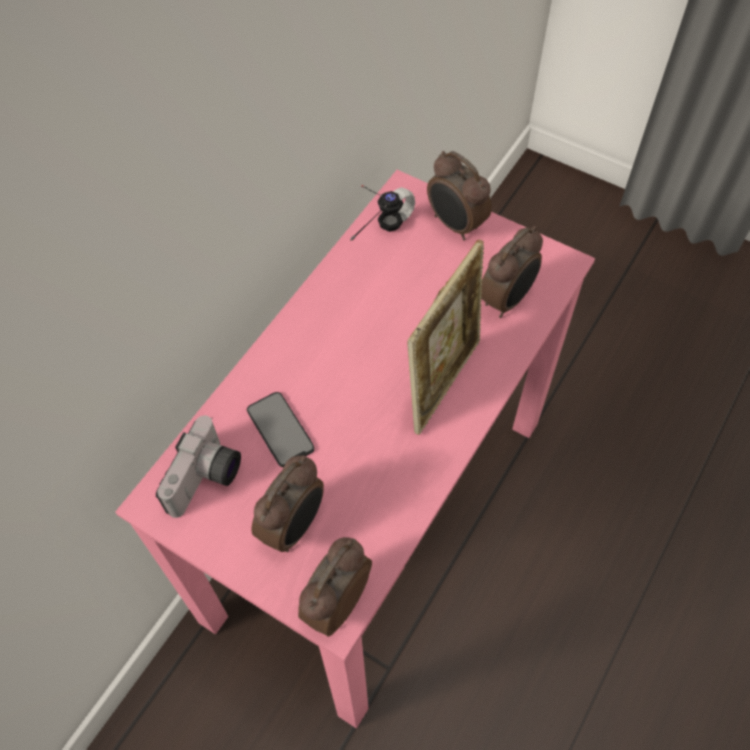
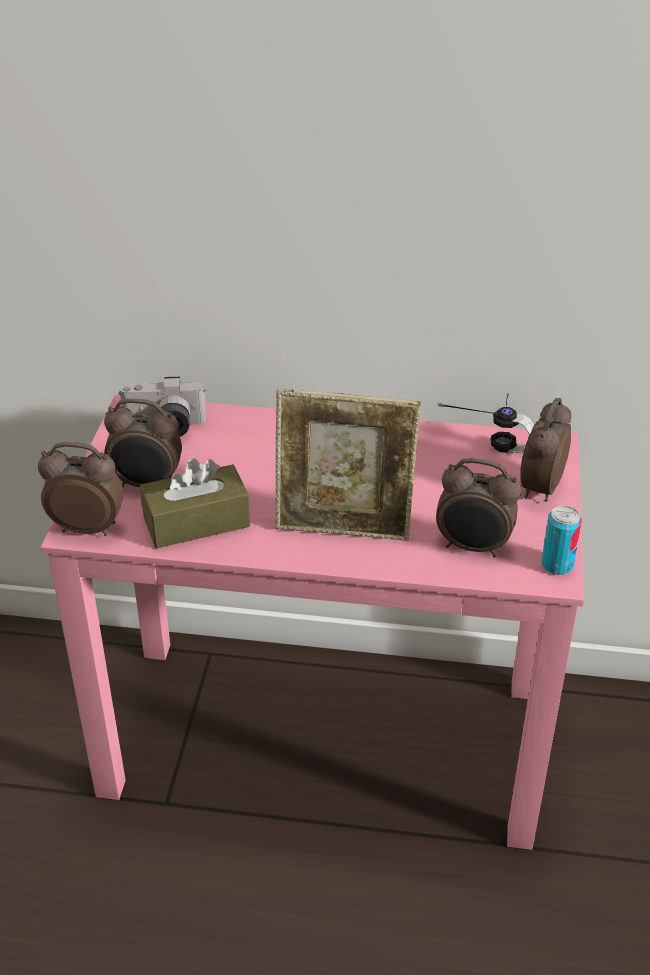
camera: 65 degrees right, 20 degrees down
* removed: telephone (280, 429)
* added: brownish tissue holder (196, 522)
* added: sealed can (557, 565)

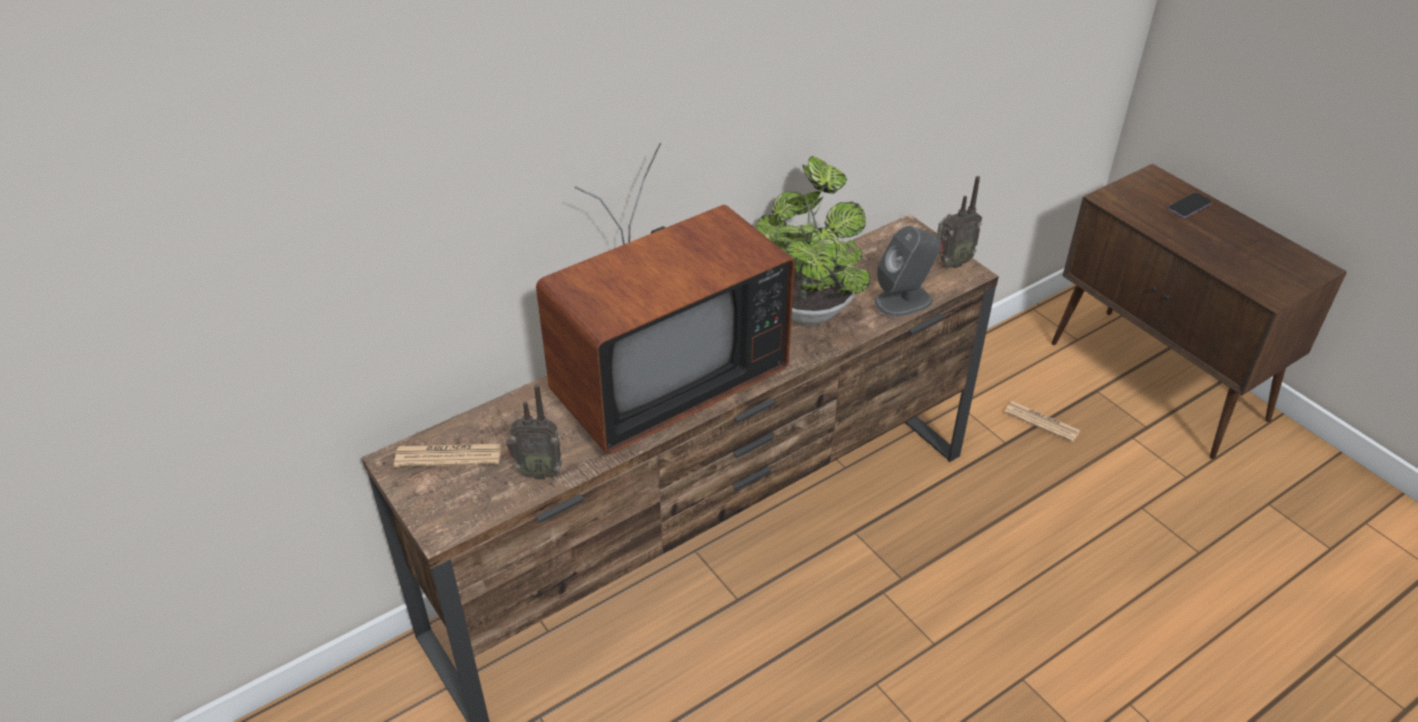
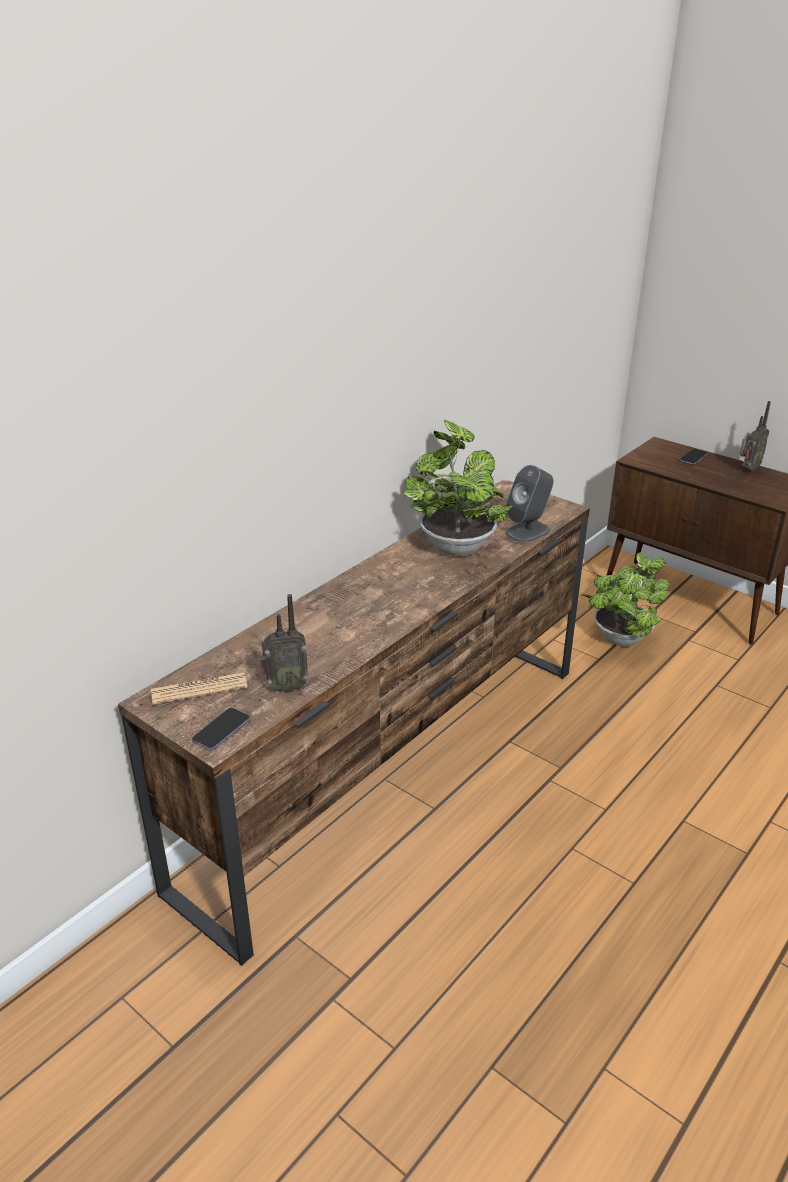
camera: 15 degrees left, 10 degrees down
* removed: television (658, 380)
* moved: radio set (951, 263) to (747, 469)
* replaced: daily paper (1041, 422) to houseplant (619, 640)
* added: telephone (221, 730)

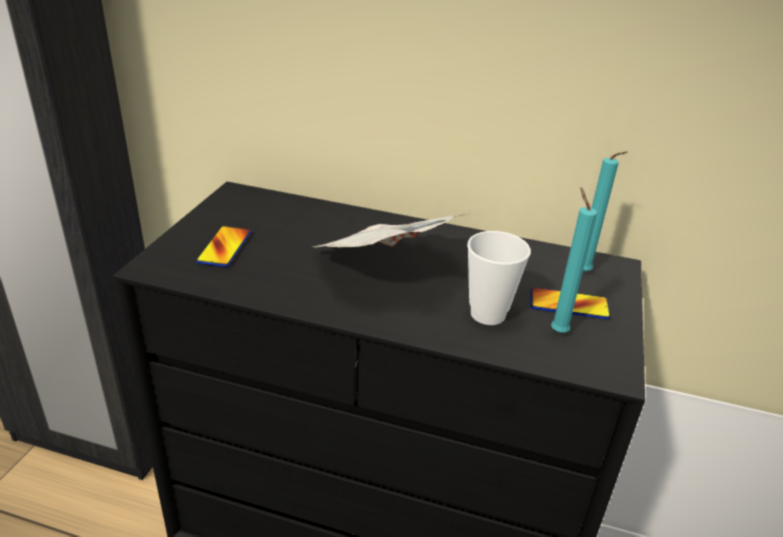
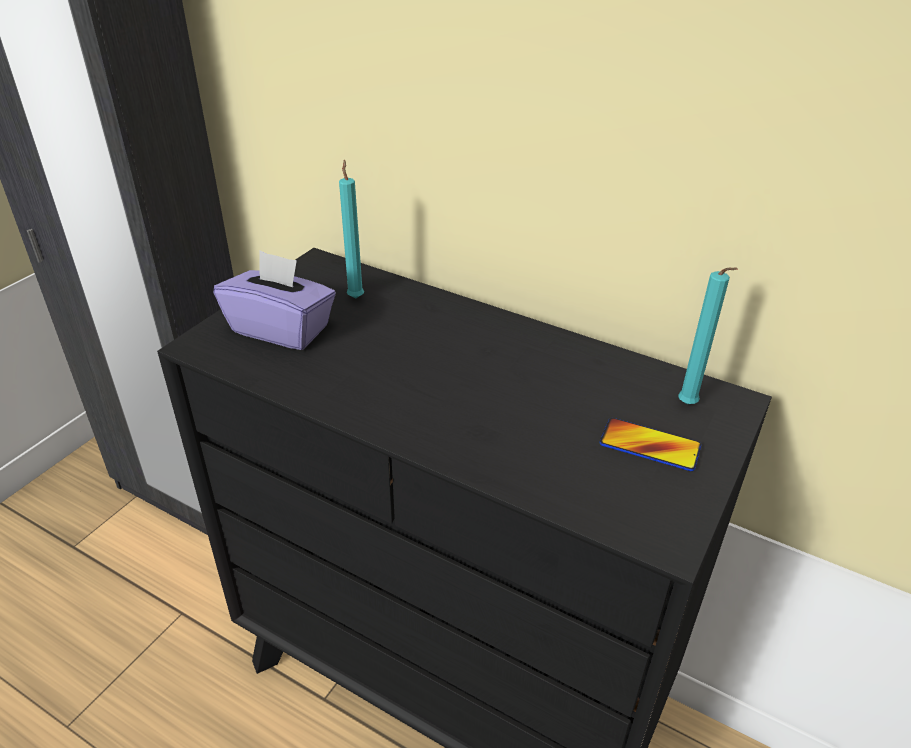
camera: 15 degrees right, 5 degrees up
* replaced: telephone (224, 247) to purplish tissue holder (281, 329)
* removed: daily paper (385, 266)
* removed: small cup (487, 314)
* moved: turquoise wax light (557, 330) to (355, 296)

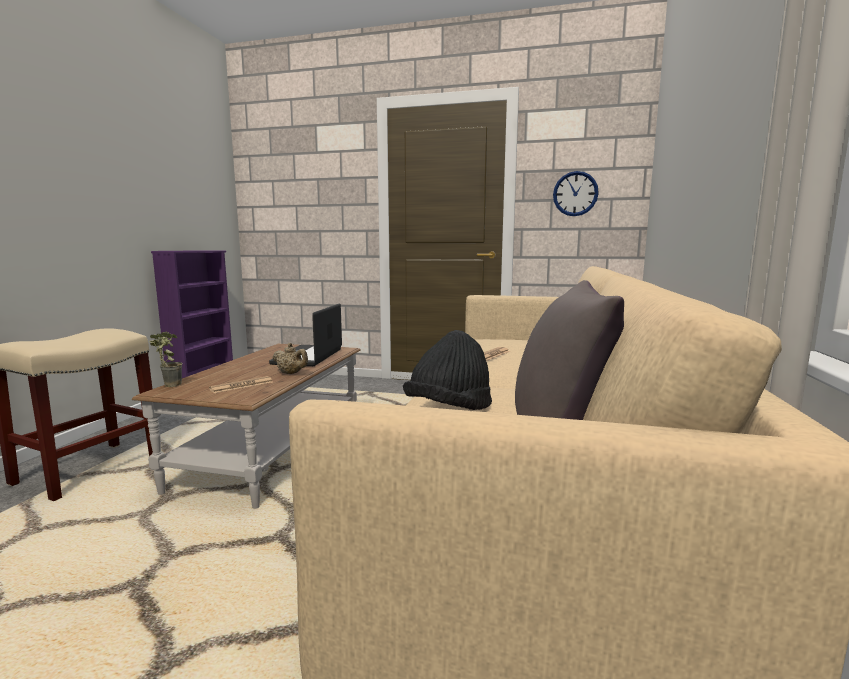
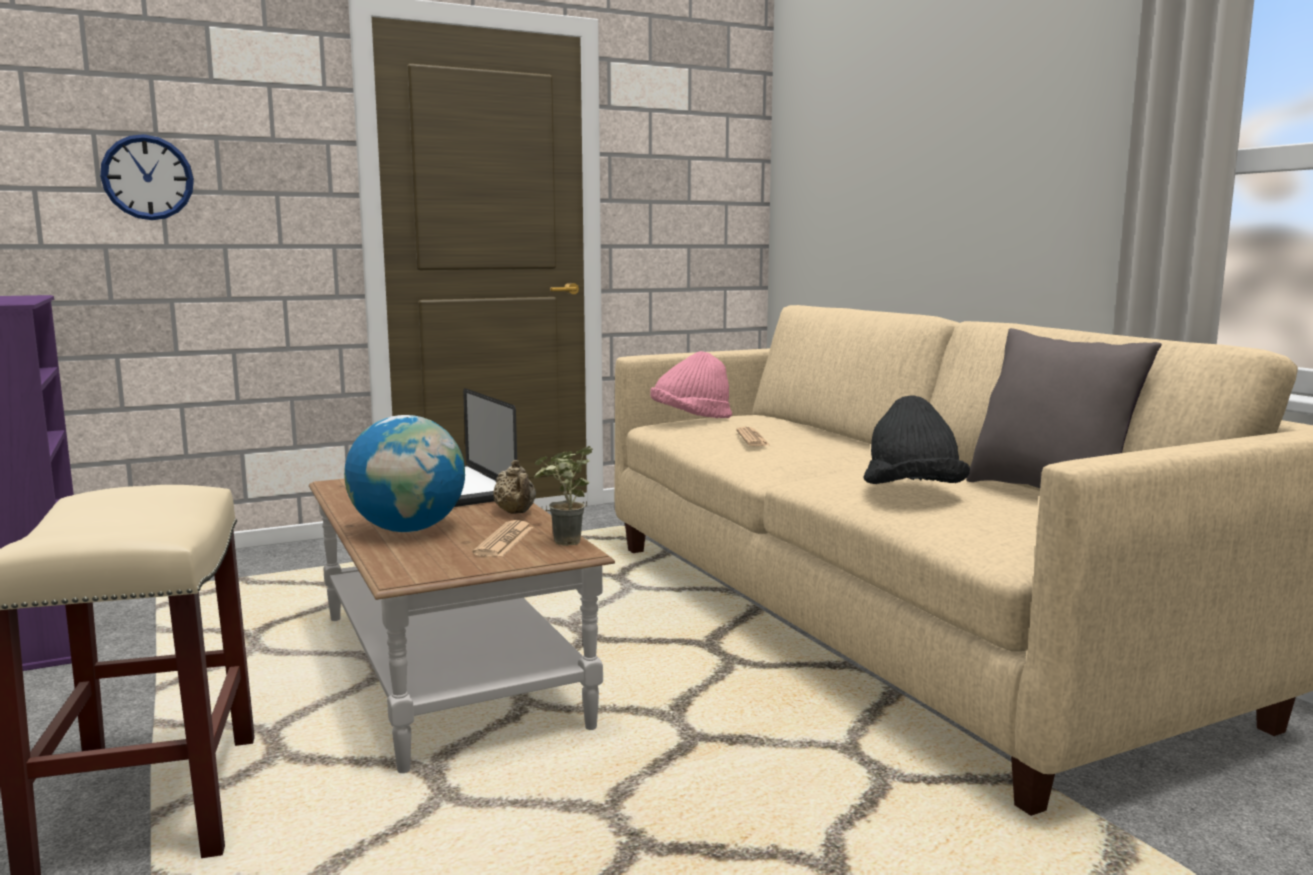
camera: 40 degrees left, 0 degrees up
* moved: houseplant (167, 385) to (562, 544)
* turned: sand-coloured teapot (291, 373) = (516, 513) 75 degrees clockwise
* moved: hanging clock (575, 194) to (147, 177)
* added: world globe (408, 529)
* added: pink-coloured wearable hat (691, 418)

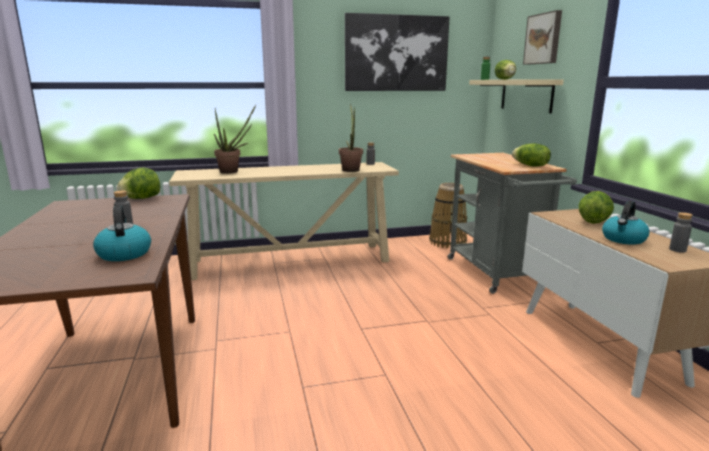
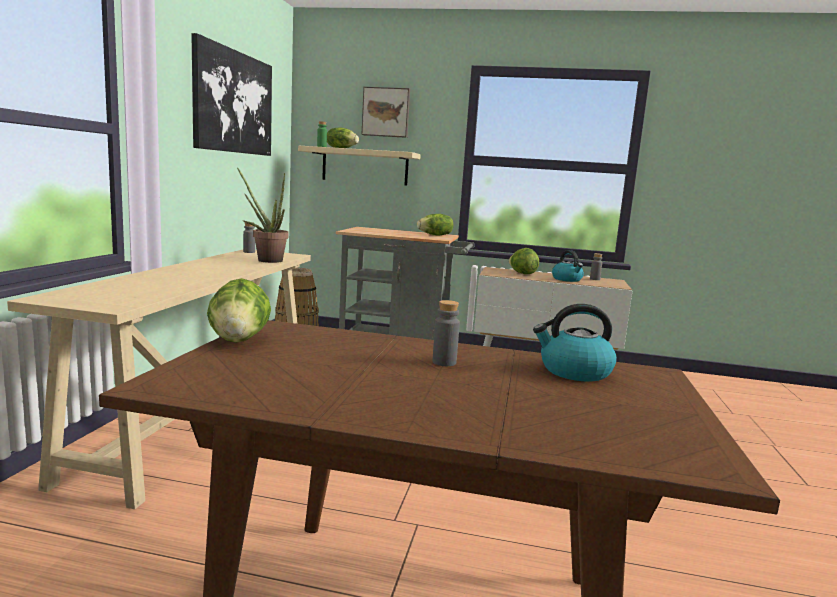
camera: 65 degrees left, 5 degrees down
* removed: houseplant (233, 171)

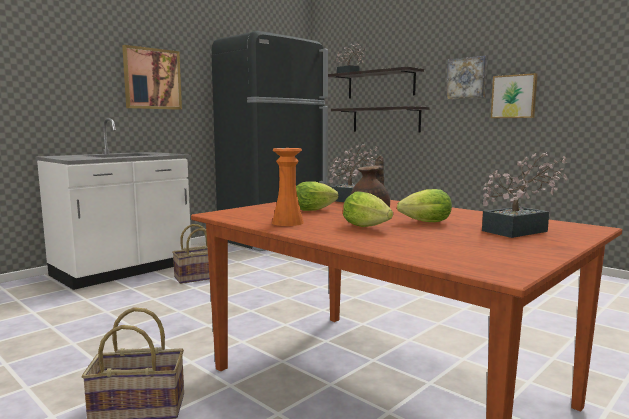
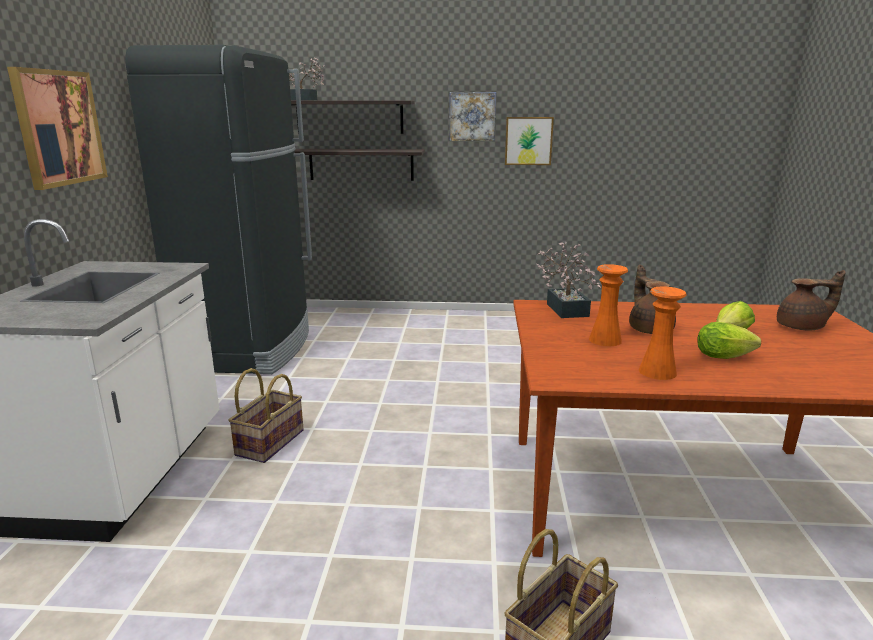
camera: 40 degrees left, 10 degrees up
* replaced: lettuce (316, 210) to orange decorative vase (605, 340)
* replaced: houseplant (520, 230) to brownish teapot (802, 327)

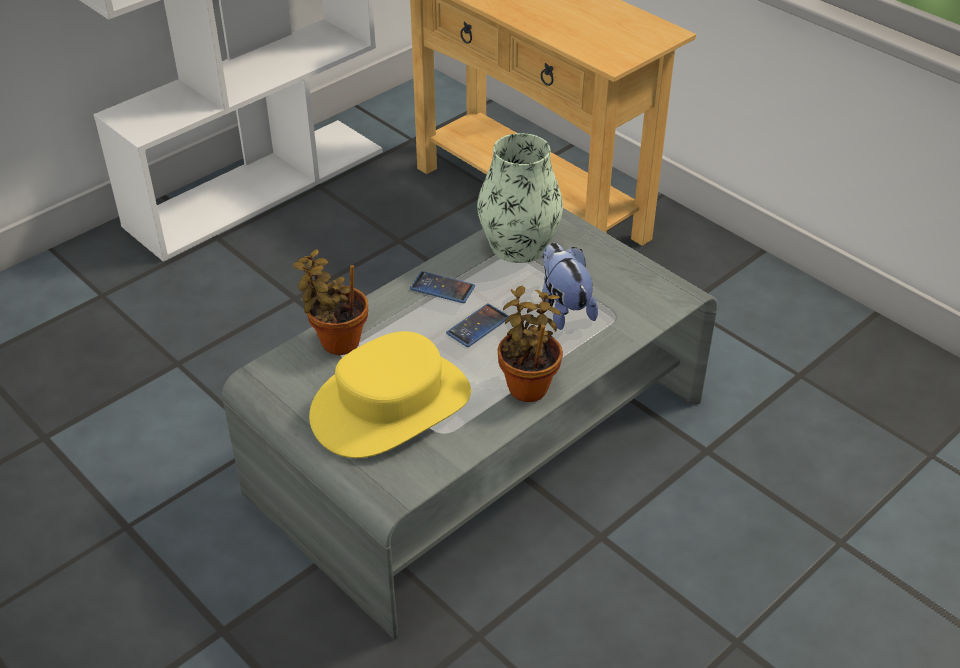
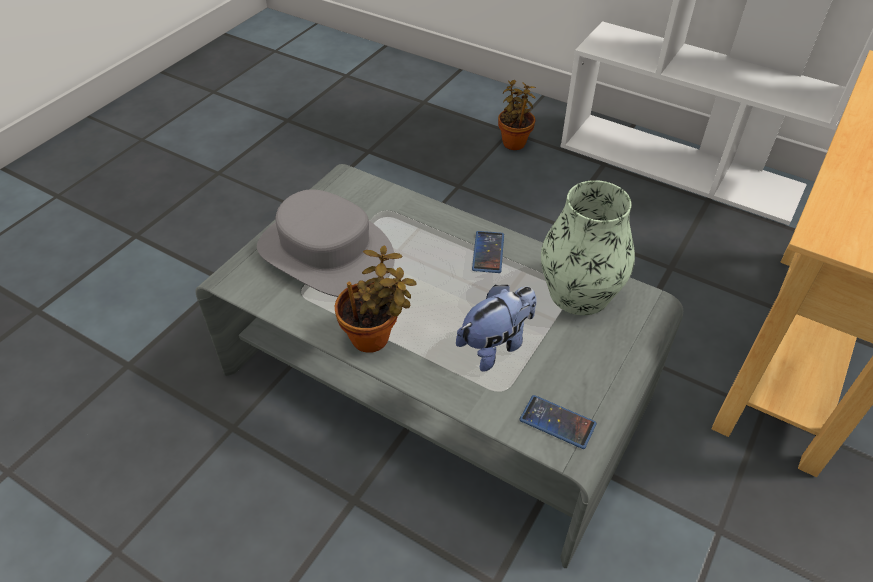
camera: 75 degrees right, 5 degrees up
* moved: houseplant (336, 341) to (514, 142)
* recoloured: yellow-coloured wearable hat (391, 405) to grey wearable hat (326, 253)
* moved: telephone (478, 326) to (557, 422)

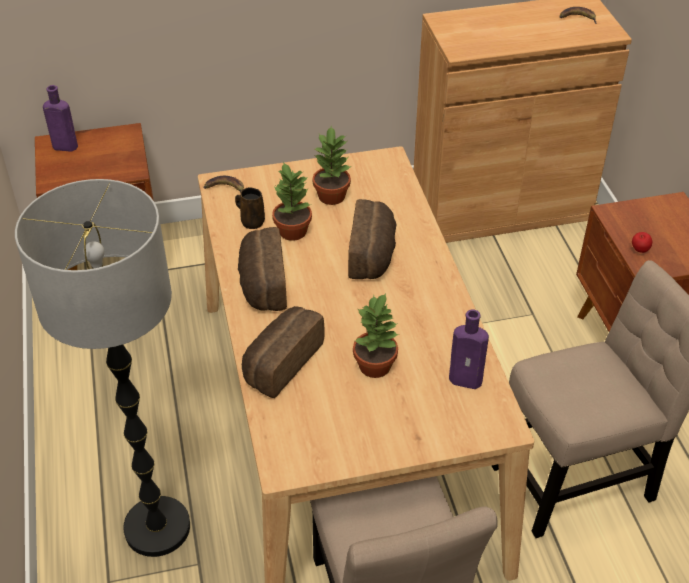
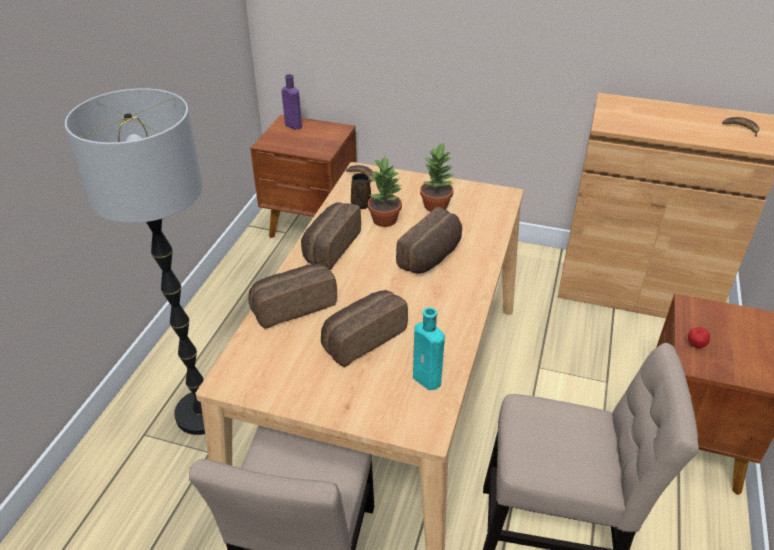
camera: 30 degrees right, 5 degrees down
* replaced: houseplant (376, 366) to bread (362, 338)
* recoloured: purplish beverage bottle (468, 380) to turquoise beverage bottle (428, 380)

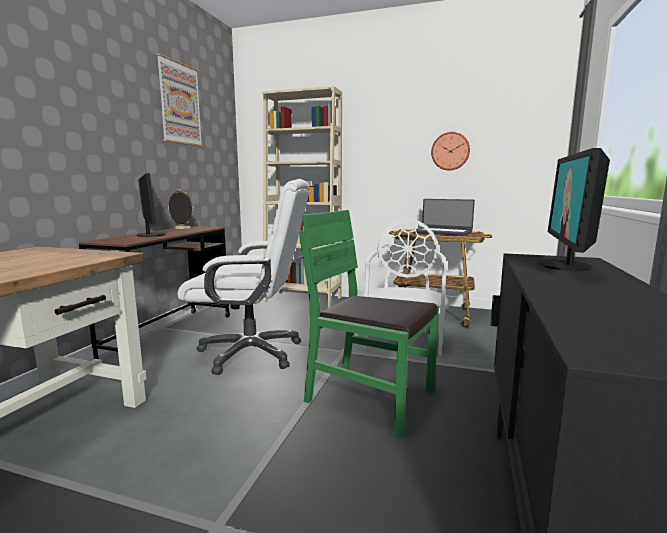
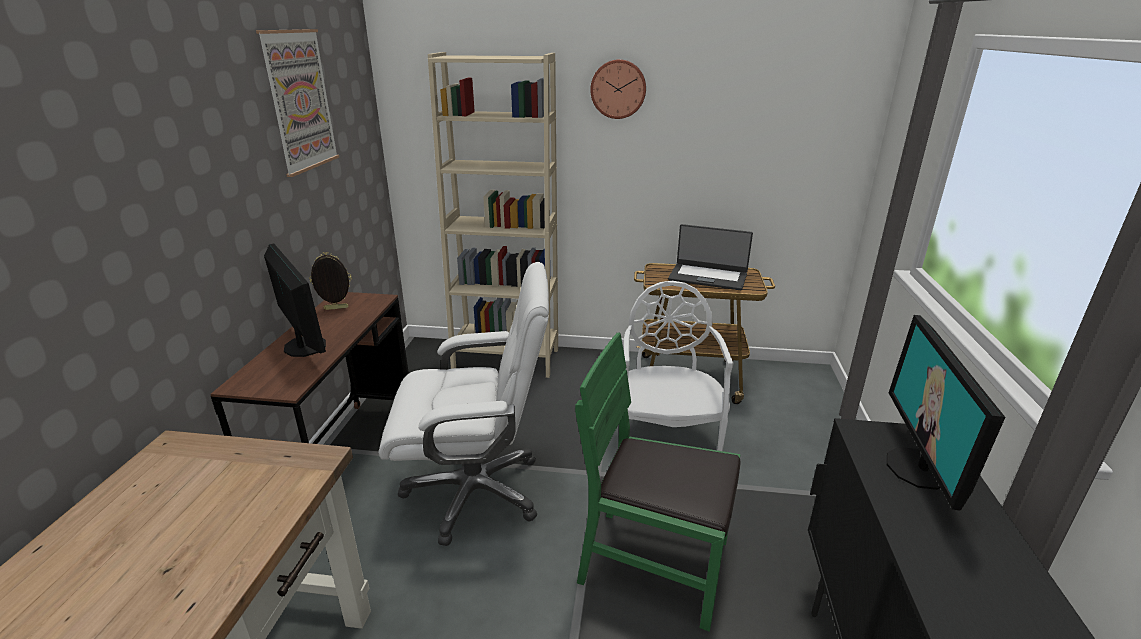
camera: 10 degrees left, 15 degrees up
* moved: hanging clock (450, 151) to (618, 89)

